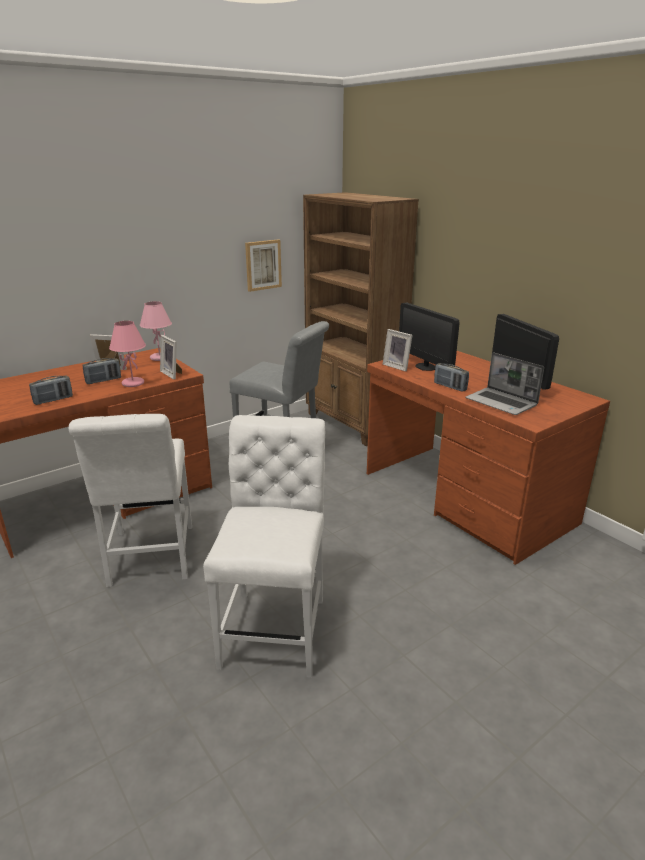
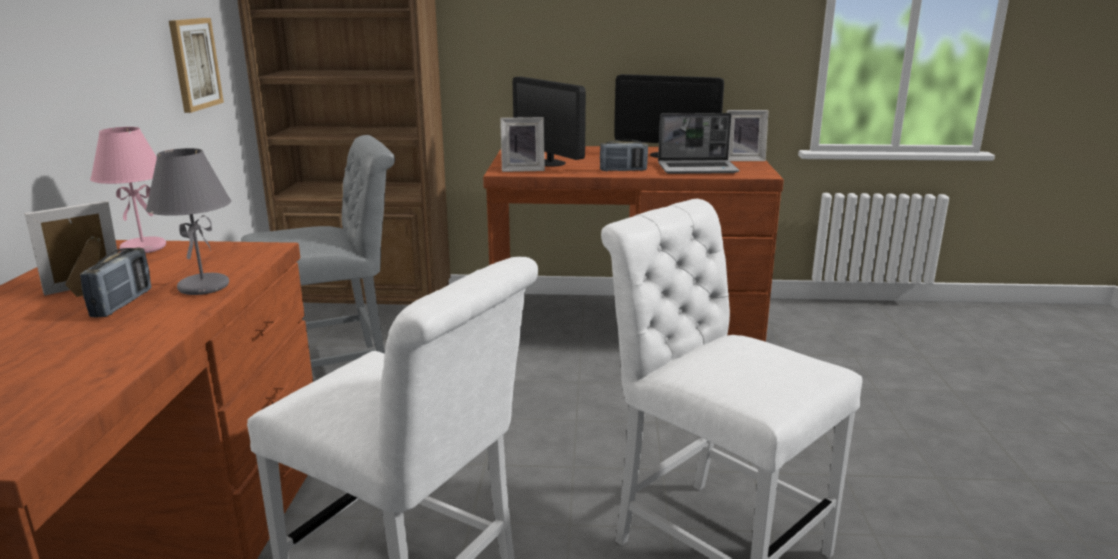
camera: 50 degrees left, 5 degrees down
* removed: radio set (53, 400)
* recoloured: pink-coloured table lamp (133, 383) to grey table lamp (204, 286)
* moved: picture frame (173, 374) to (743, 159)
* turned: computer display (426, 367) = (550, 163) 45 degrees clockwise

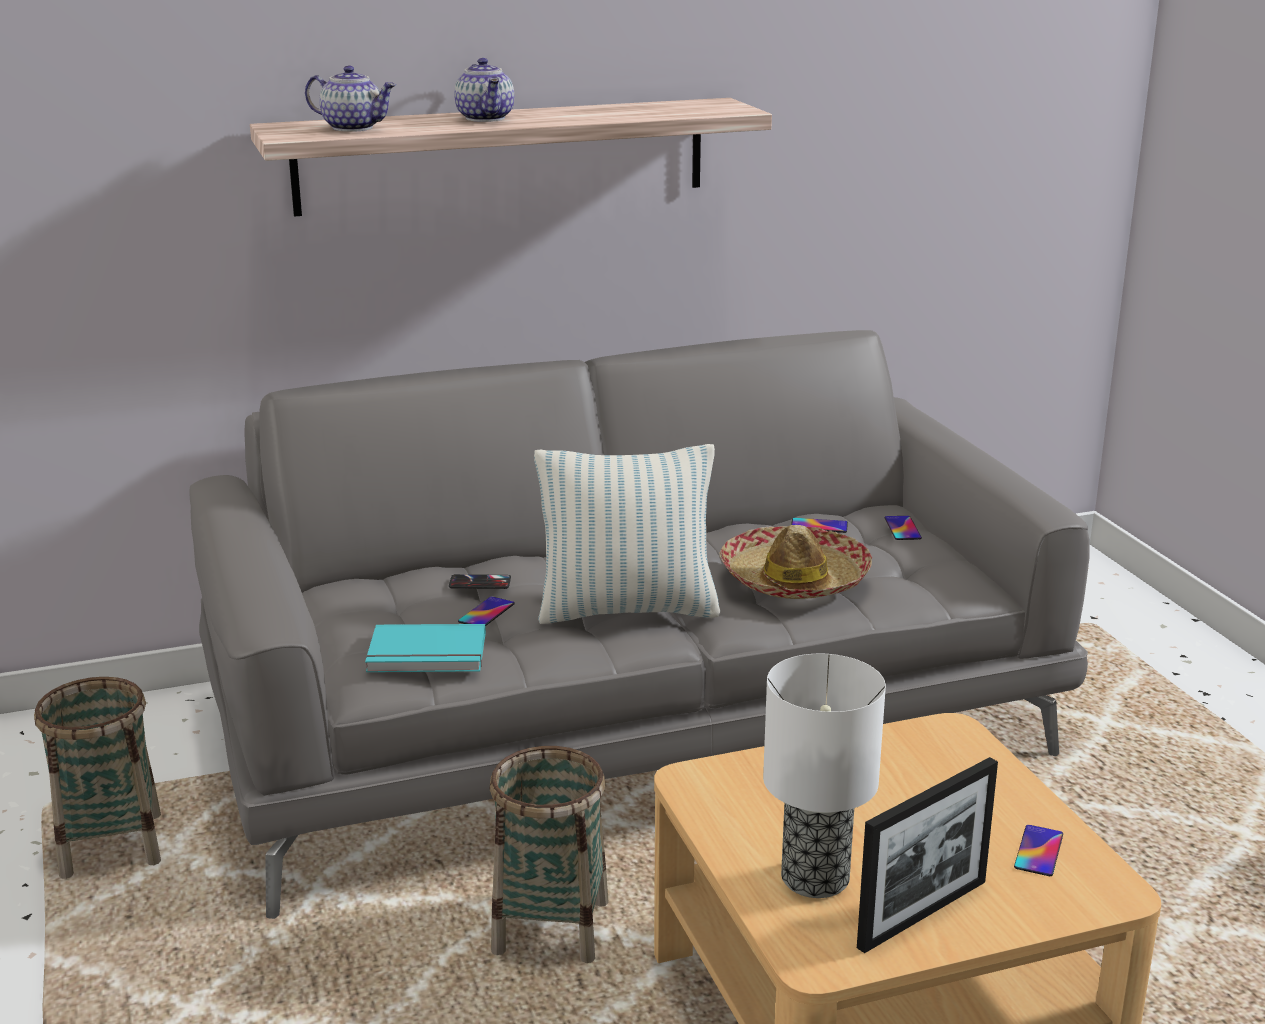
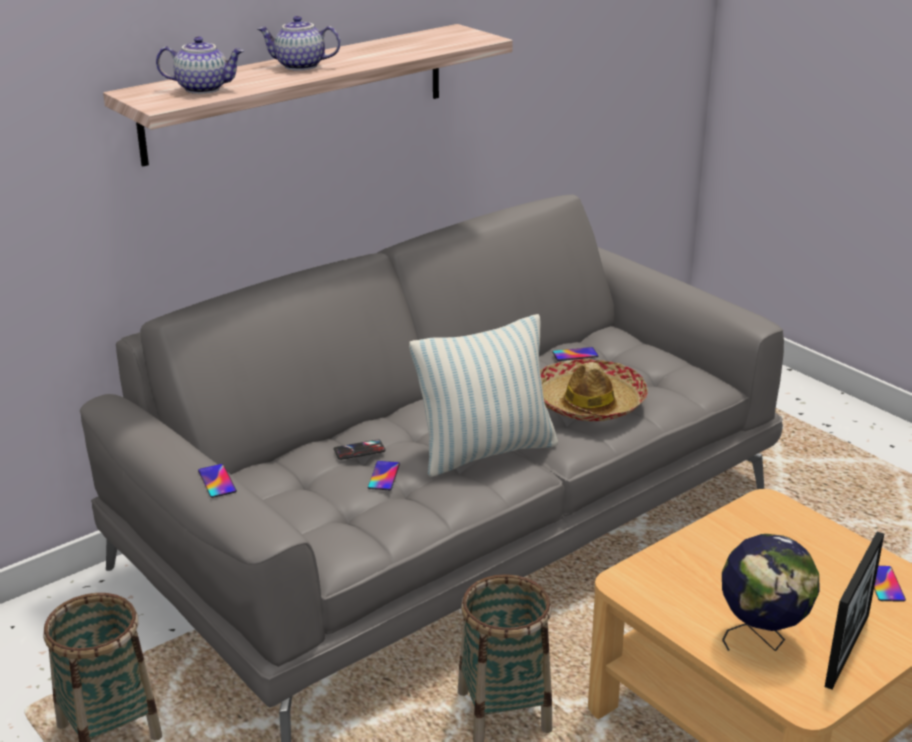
camera: 20 degrees left, 5 degrees up
* removed: turquoise book (427, 655)
* turned: teapot (487, 118) = (299, 66) 135 degrees clockwise
* replaced: table lamp (816, 877) to world globe (762, 639)
* moved: telephone (902, 528) to (217, 481)

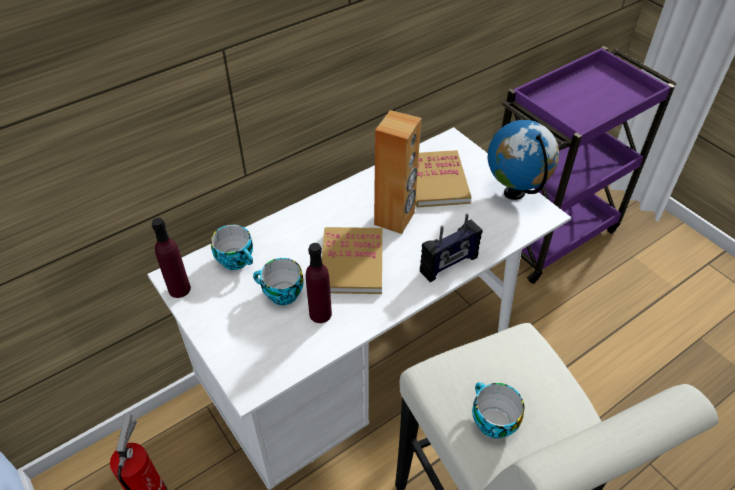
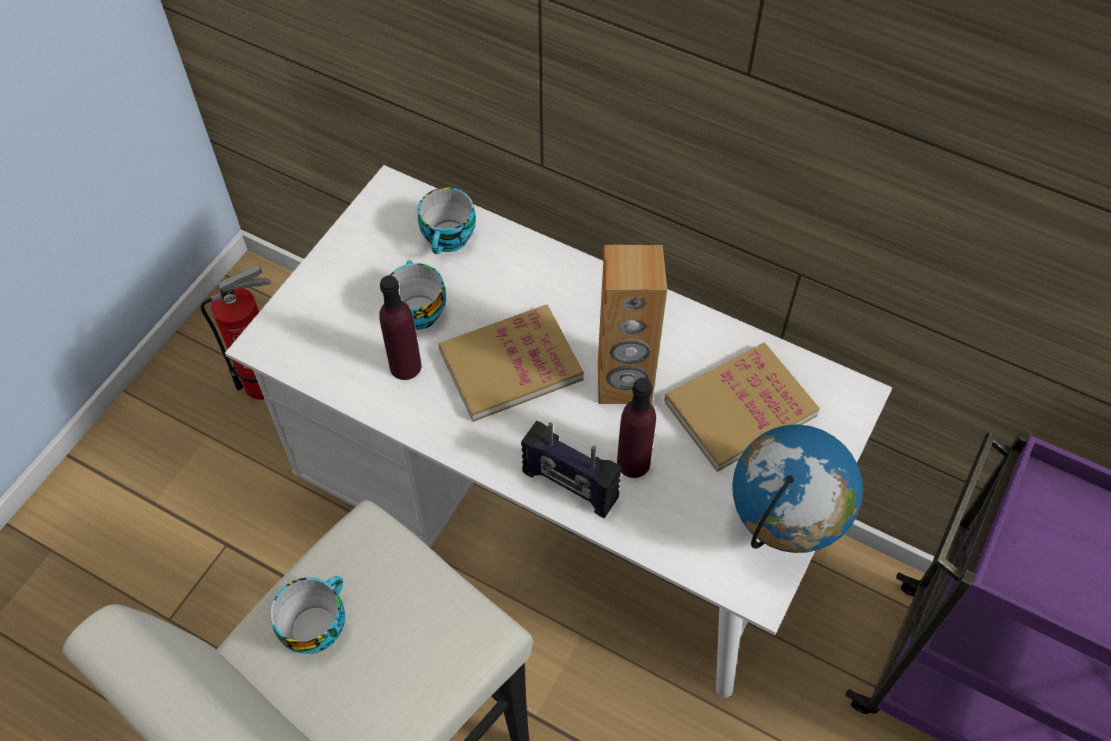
camera: 65 degrees right, 10 degrees up
* moved: purplish beverage bottle (179, 289) to (633, 463)

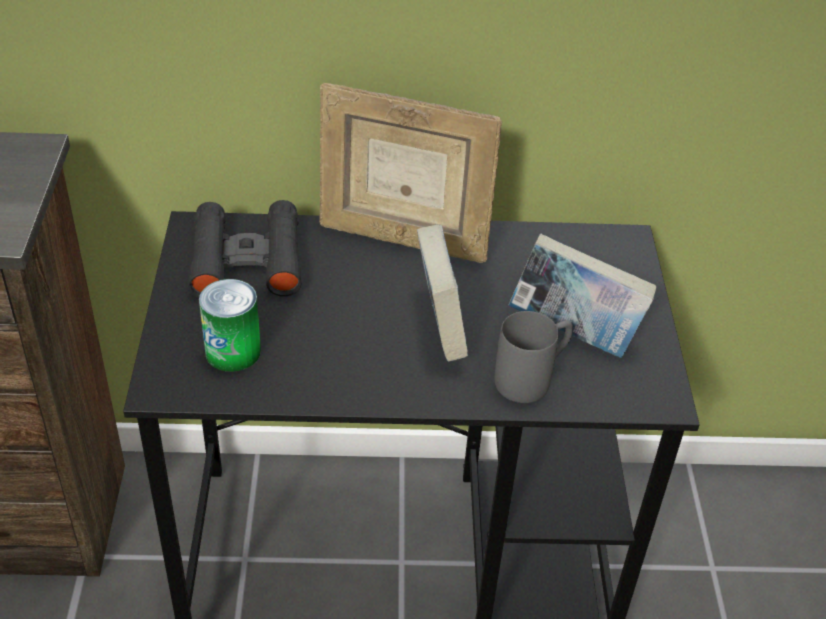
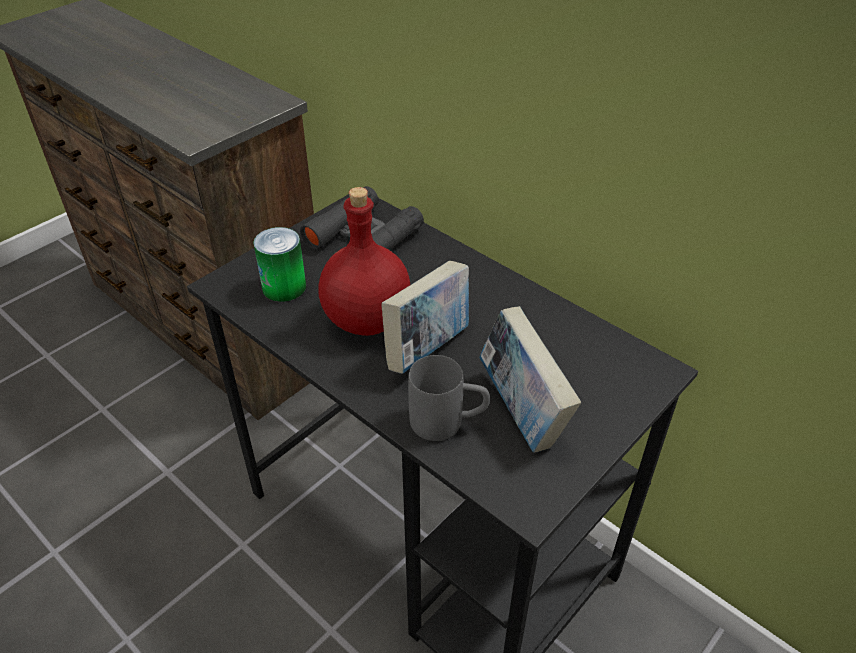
camera: 45 degrees right, 0 degrees up
* removed: picture frame (402, 239)
* added: red-coloured beverage bottle (367, 321)

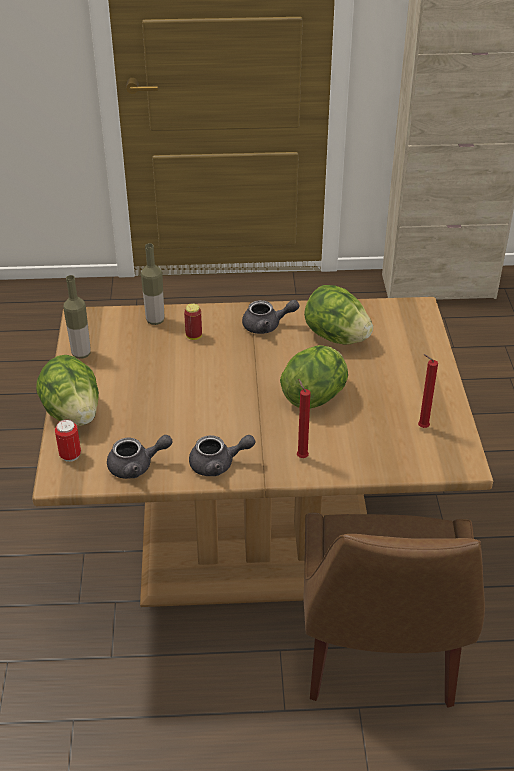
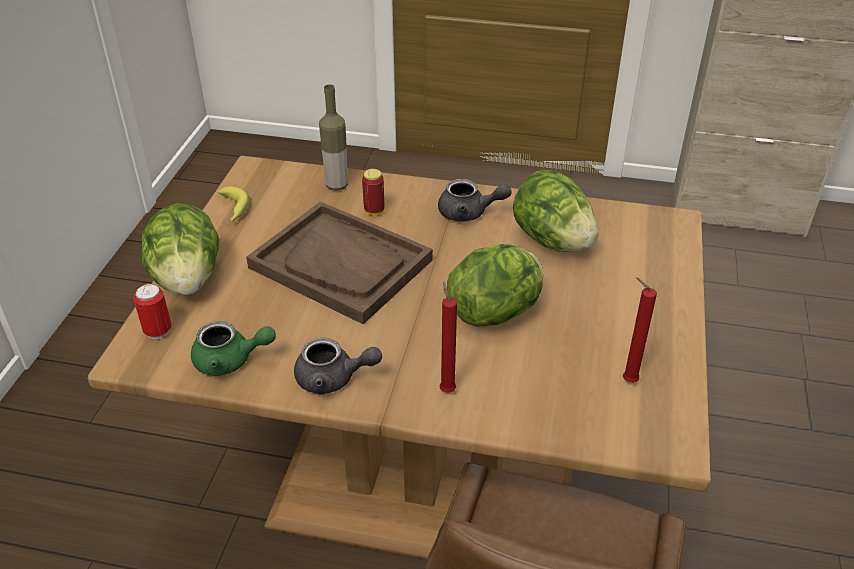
camera: 15 degrees right, 0 degrees up
* replaced: beverage bottle (81, 353) to banana fruit (233, 210)
* recoloured: grey teapot (137, 466) to green-coloured teapot (230, 361)
* added: brownish carrying tray (341, 264)

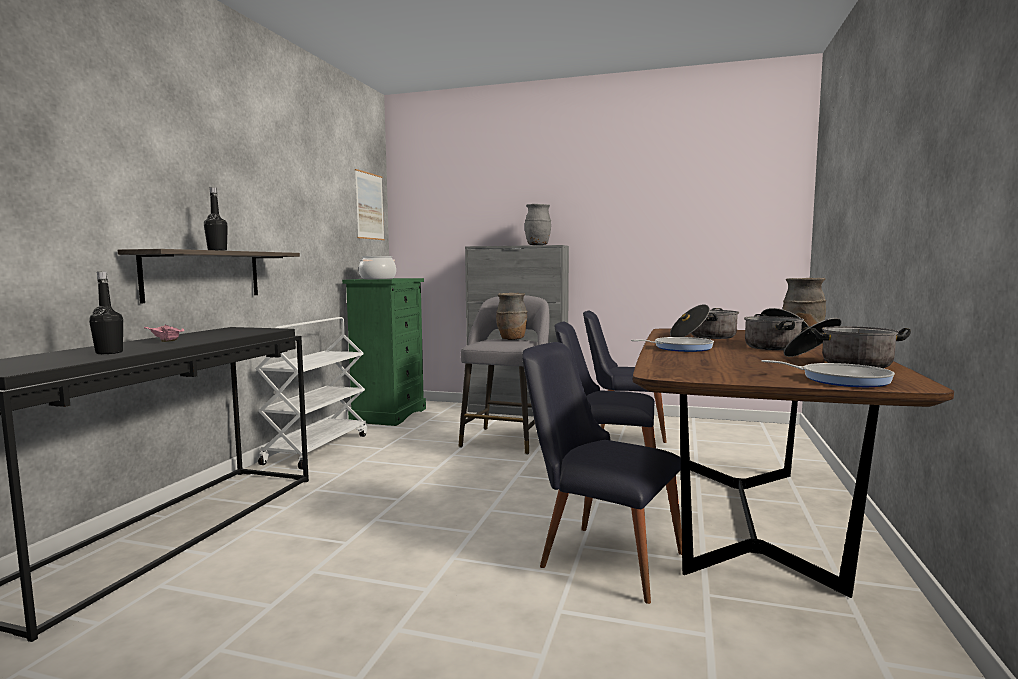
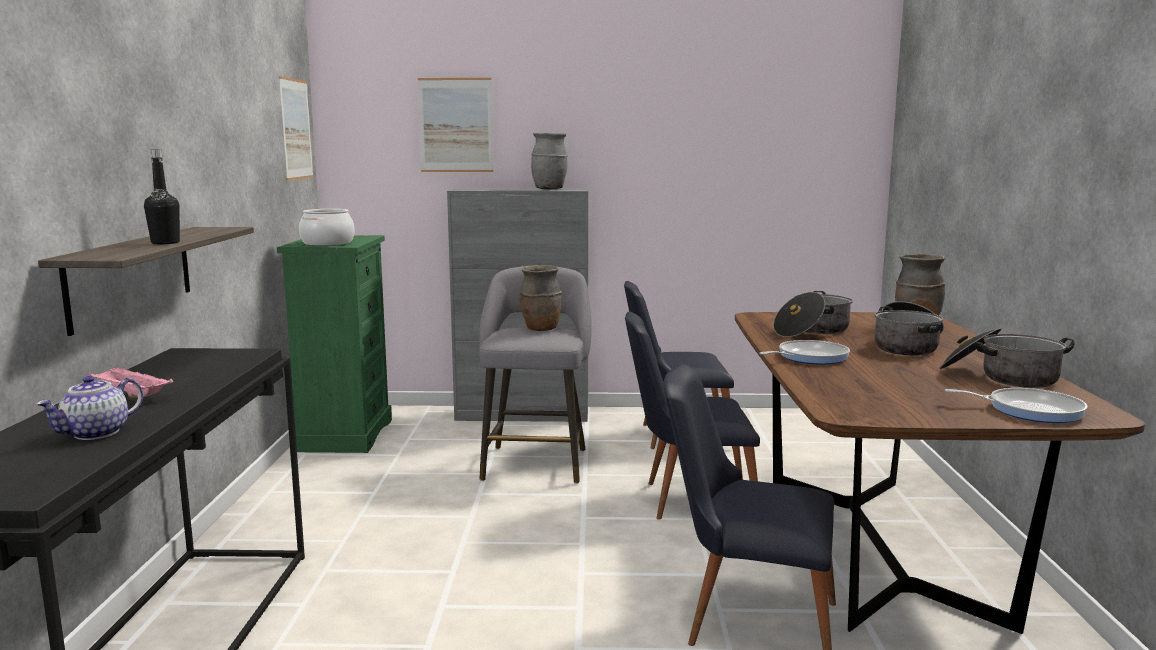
camera: 15 degrees left, 5 degrees up
* replaced: black beverage bottle (109, 352) to teapot (96, 433)
* removed: white cart (317, 448)
* added: wall picture (456, 125)

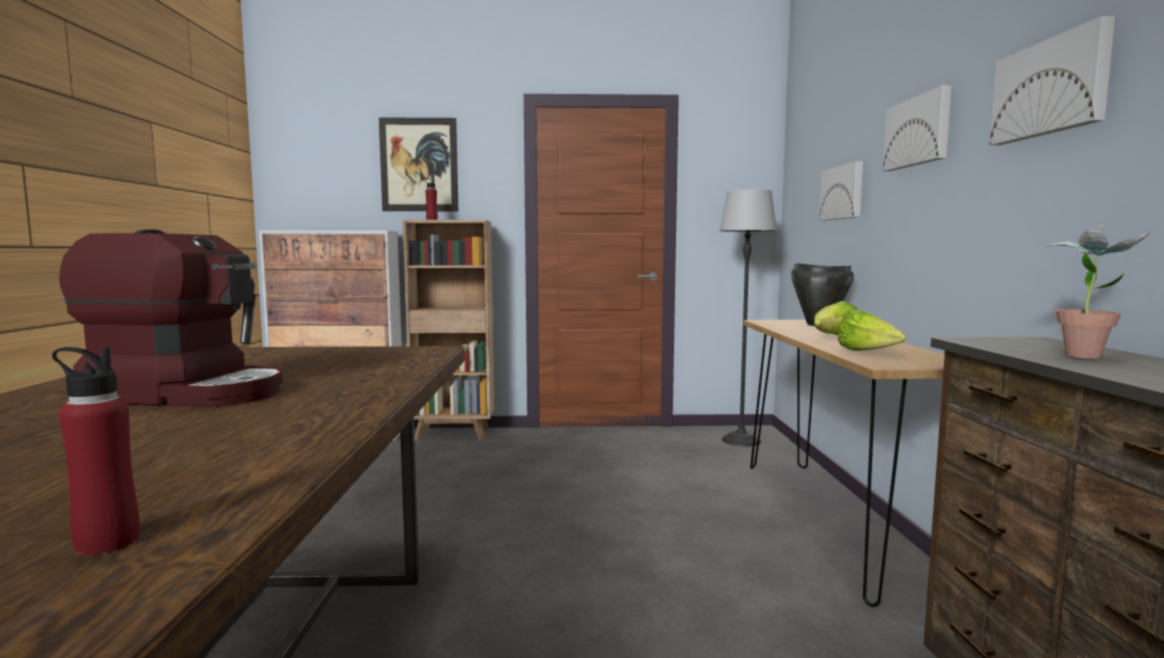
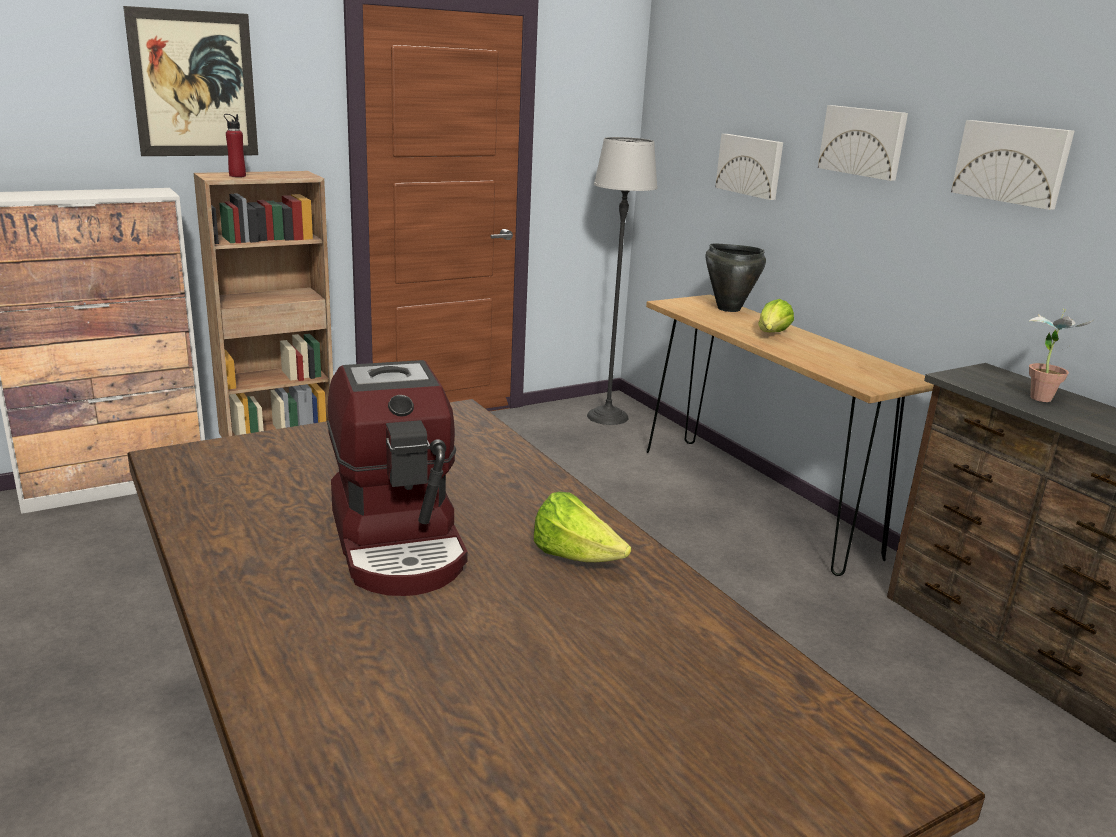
camera: 30 degrees left, 15 degrees up
* removed: red-coloured beverage bottle (107, 543)
* turned: coffee maker (190, 393) = (400, 542) 90 degrees clockwise
* moved: lettuce (867, 352) to (575, 557)

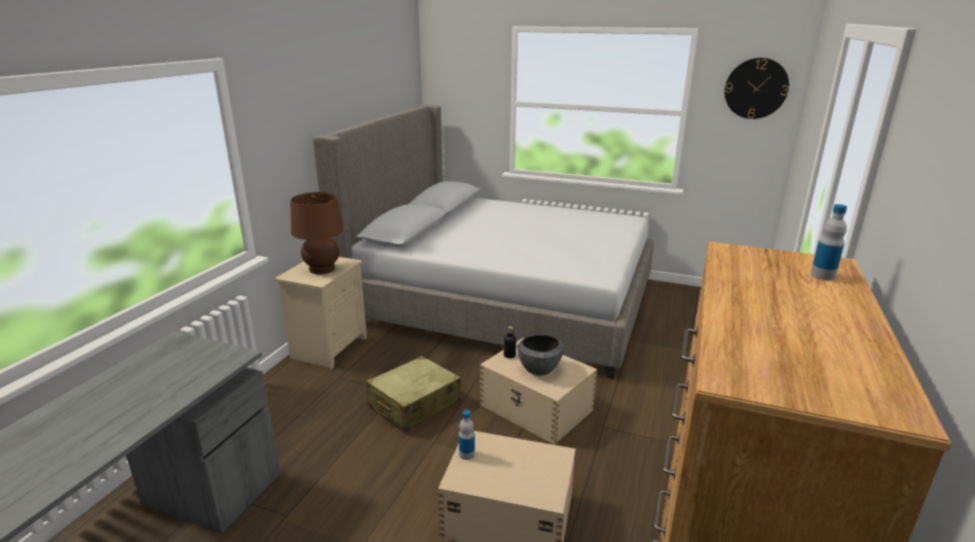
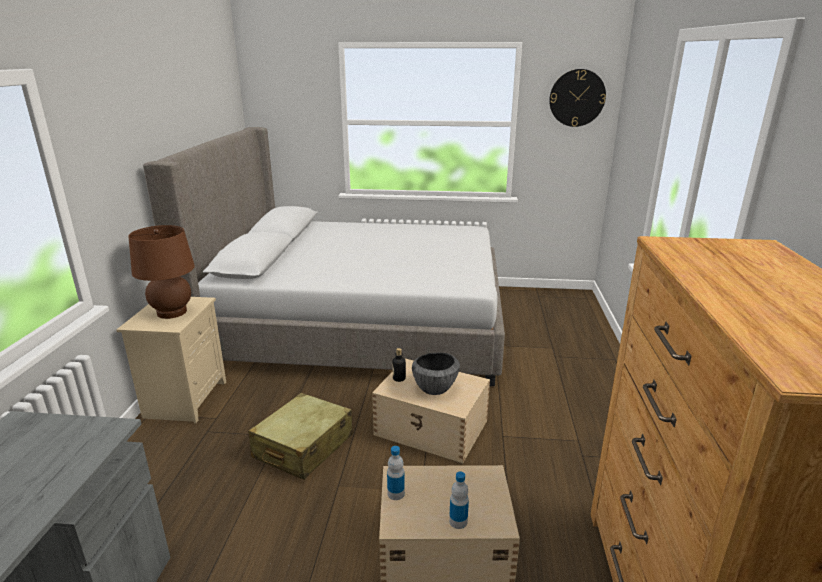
camera: 15 degrees left, 0 degrees up
* moved: beverage bottle (822, 275) to (458, 521)

